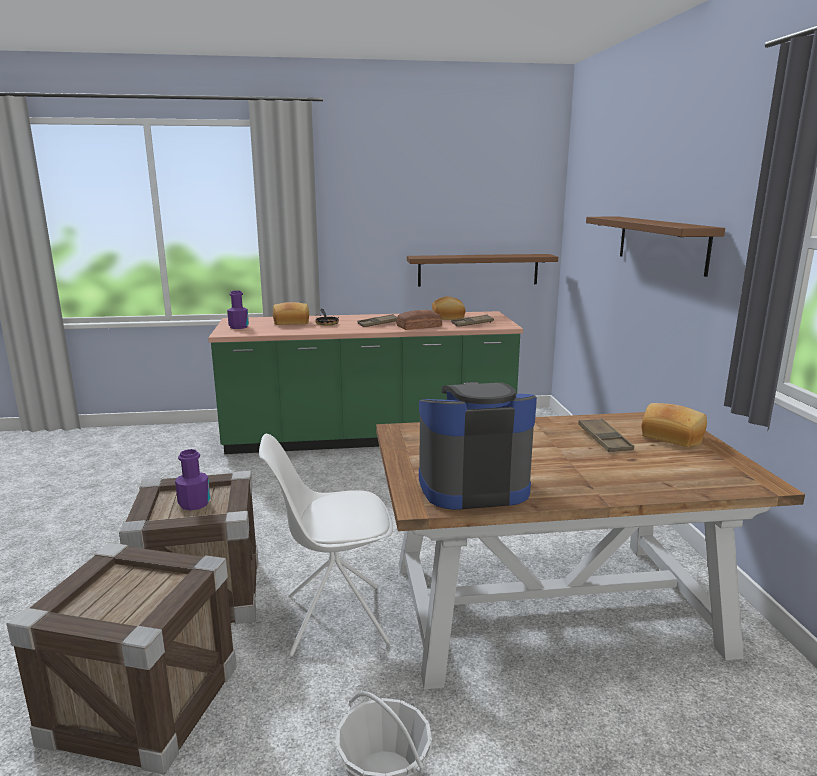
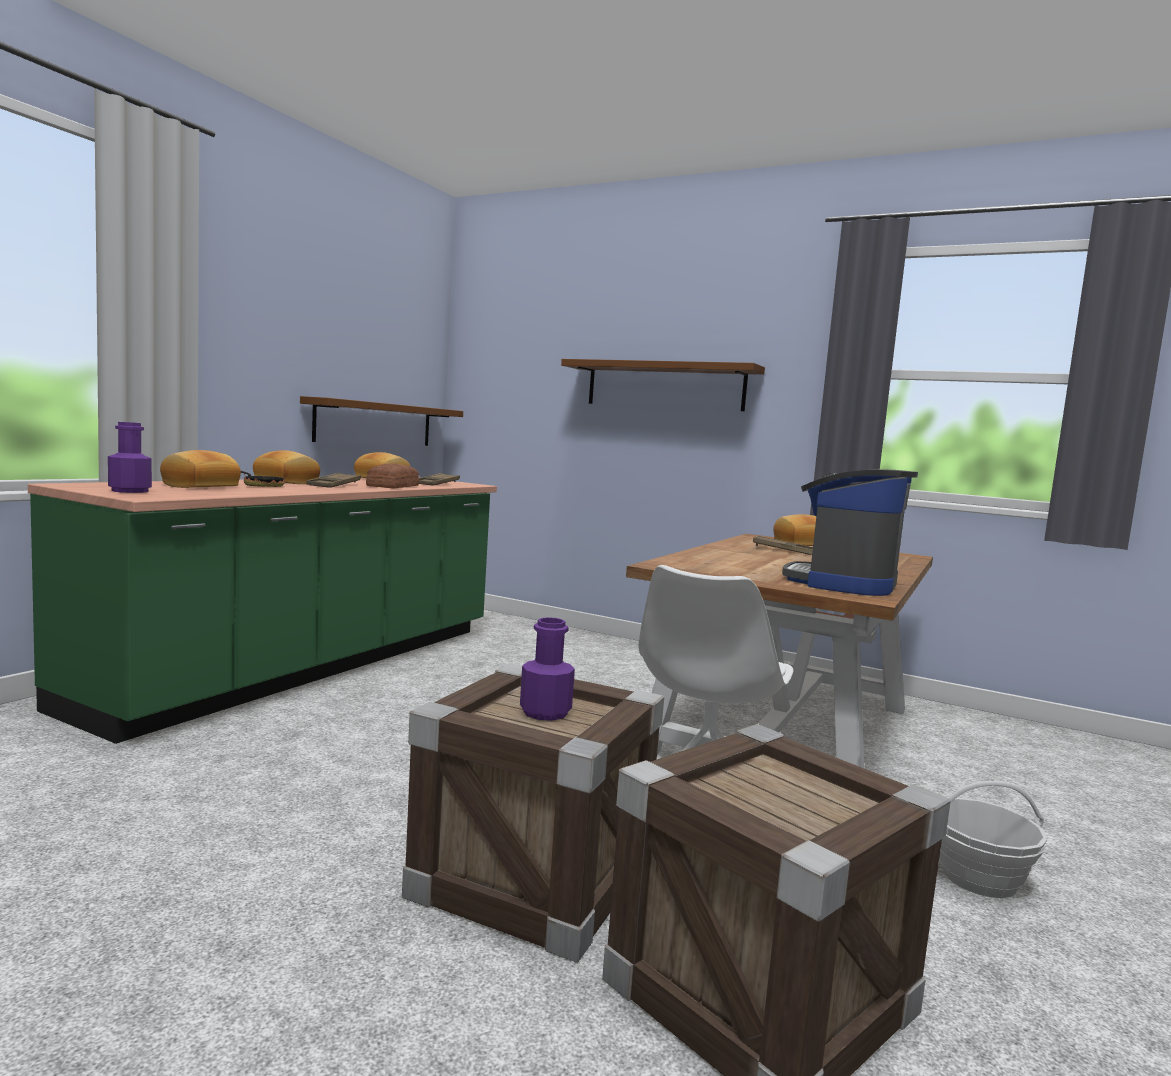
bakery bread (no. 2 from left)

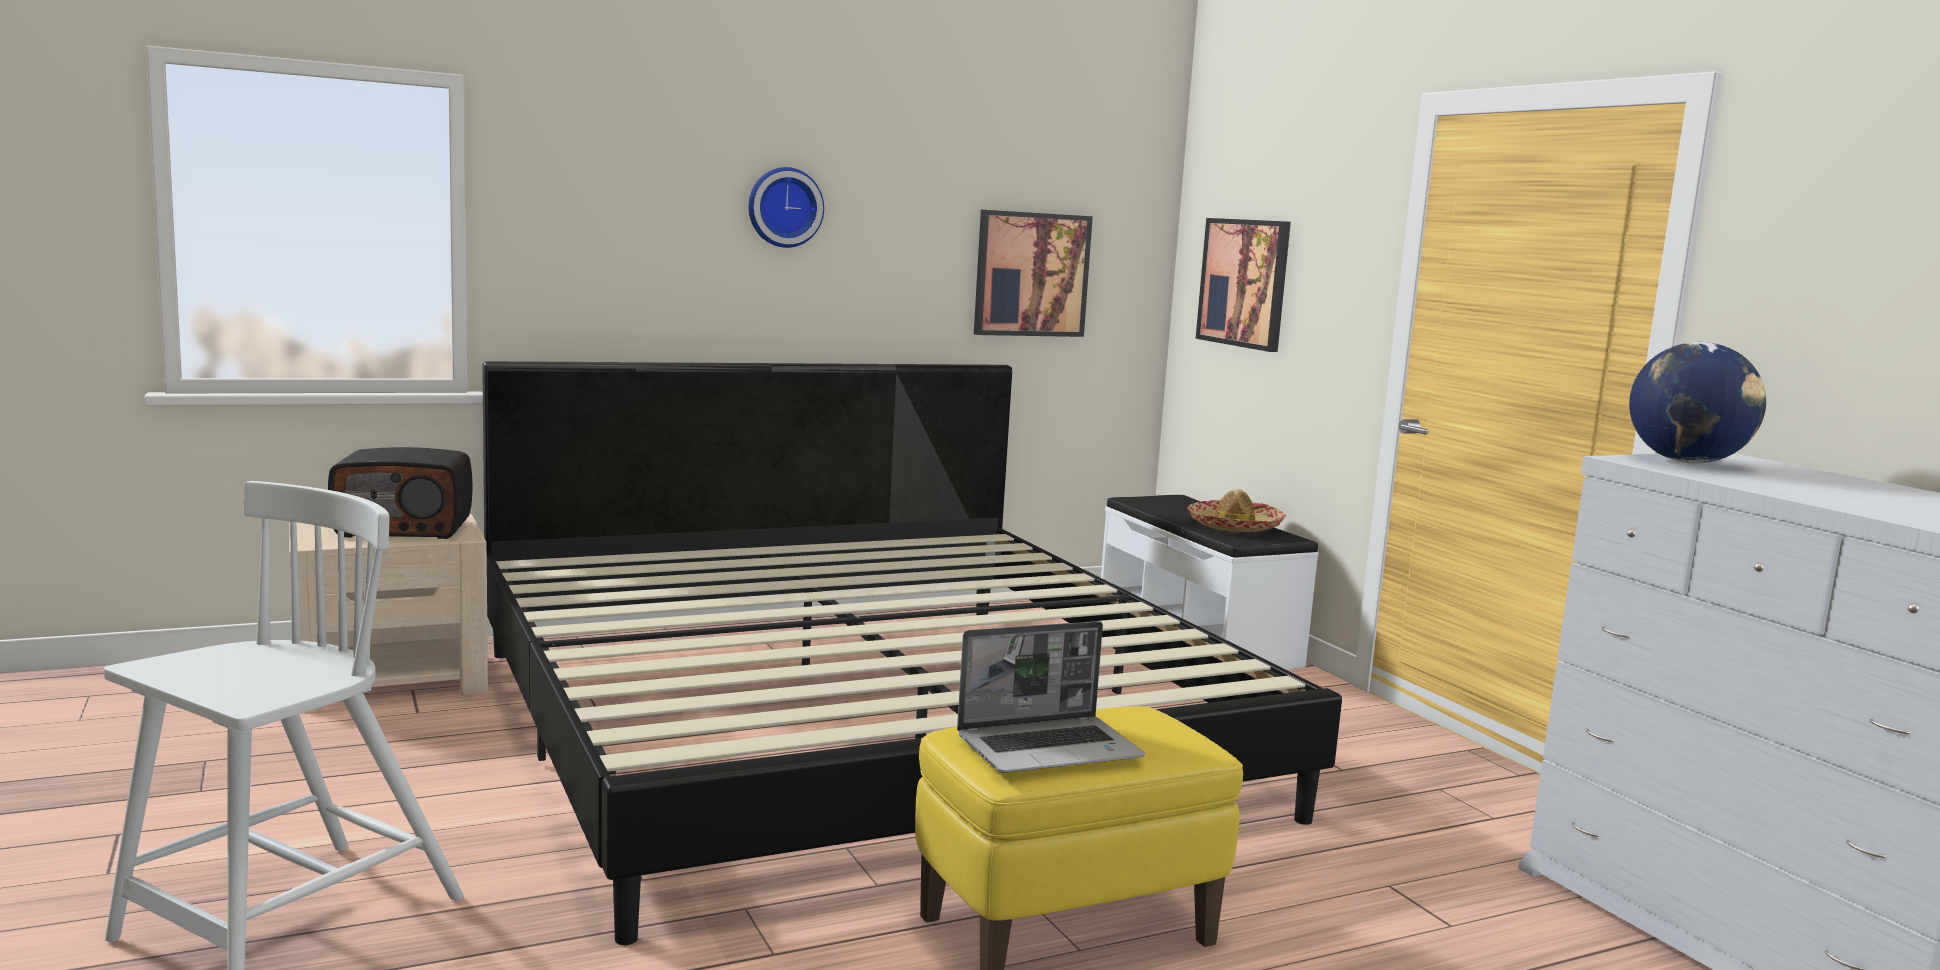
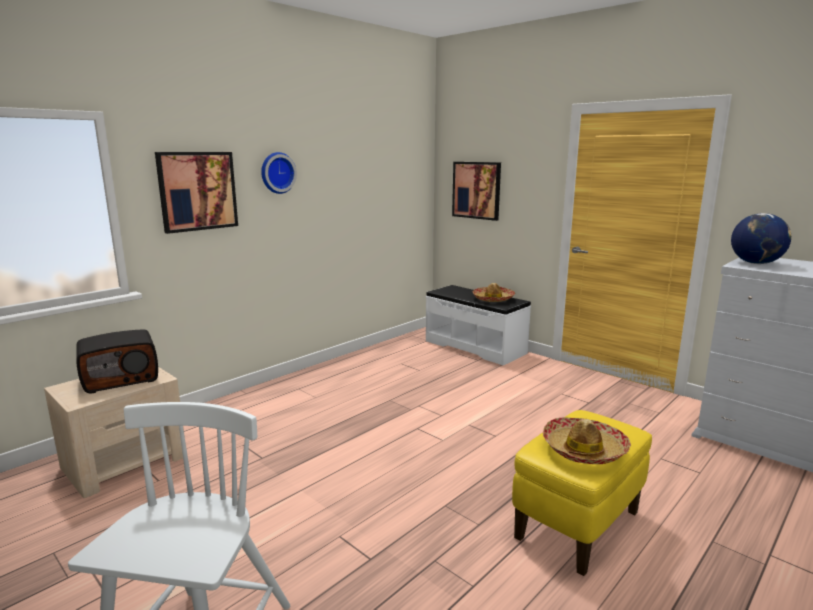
sleeping bed
clothing hat (no. 2 from left)
wall picture (no. 1 from left)

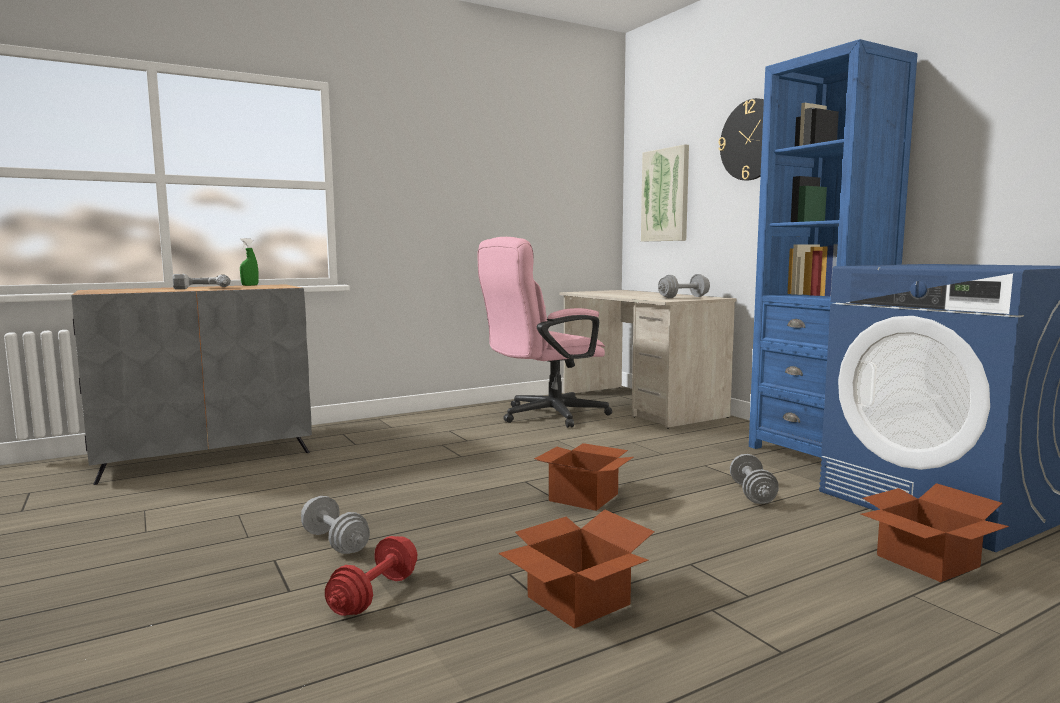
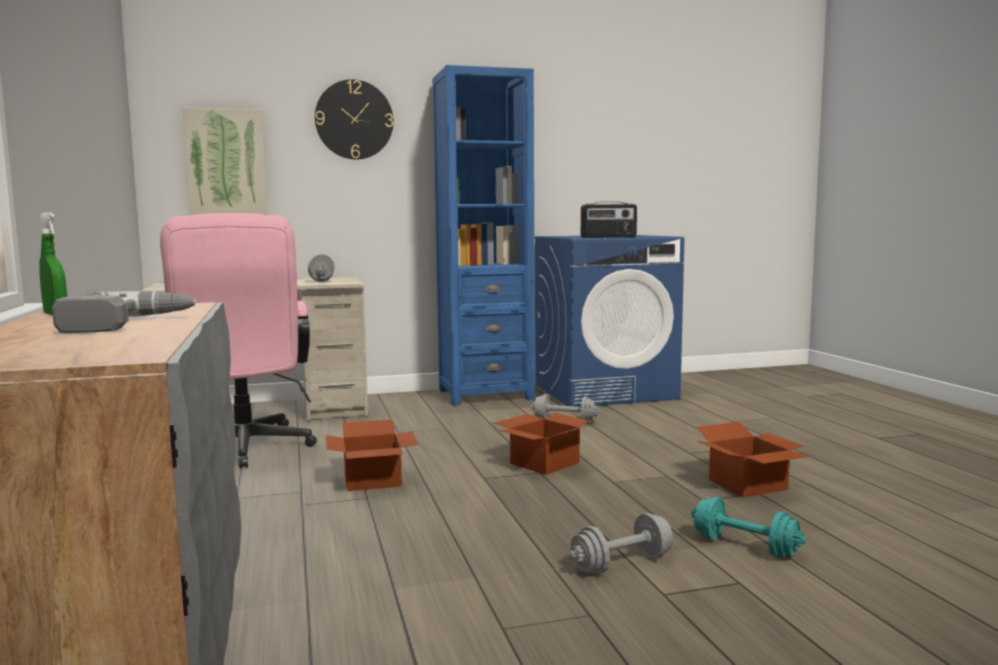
turquoise hand weight
cardboard box (no. 1 from left)
radio

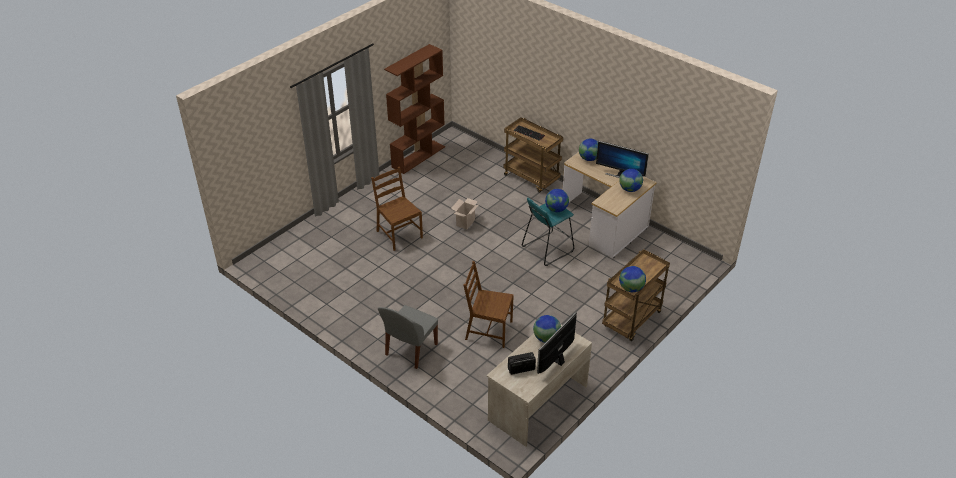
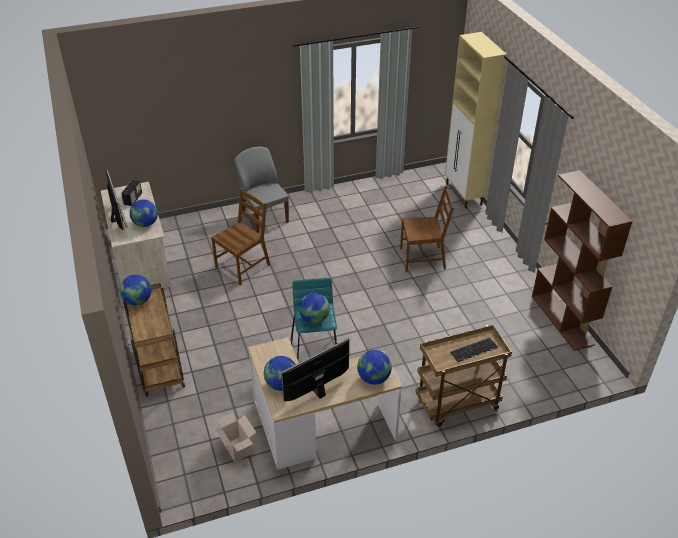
cardboard box
sand-coloured cabinet

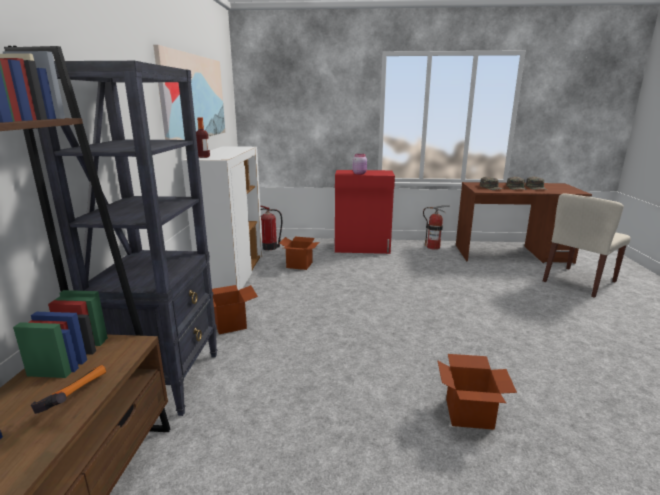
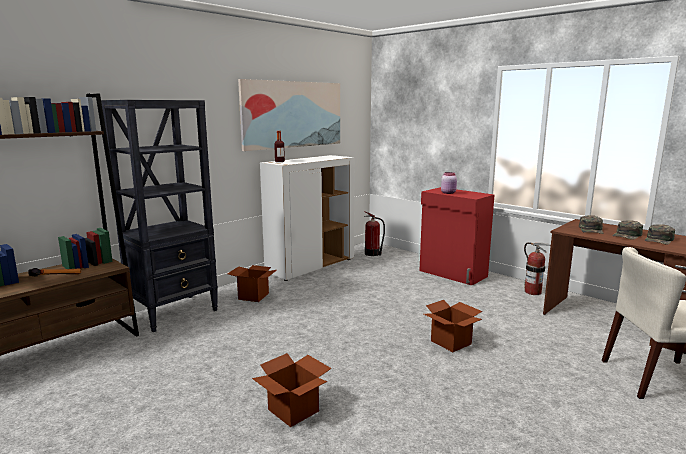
cardboard box (no. 3 from left)

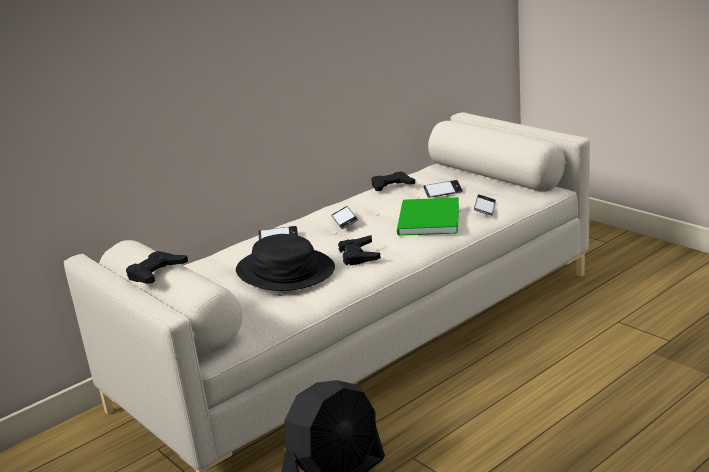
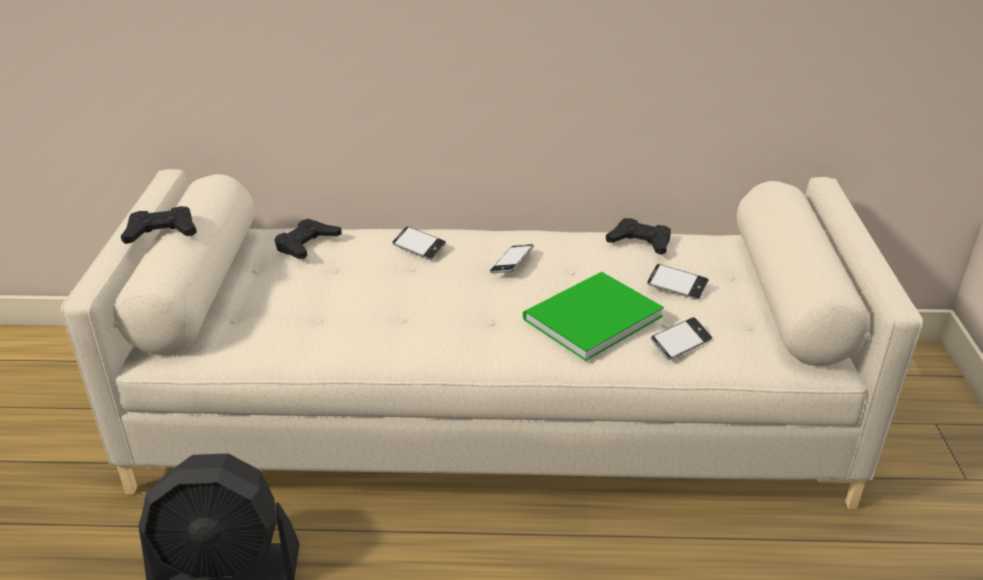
black-coloured clothing hat
black-coloured game controller (no. 2 from left)

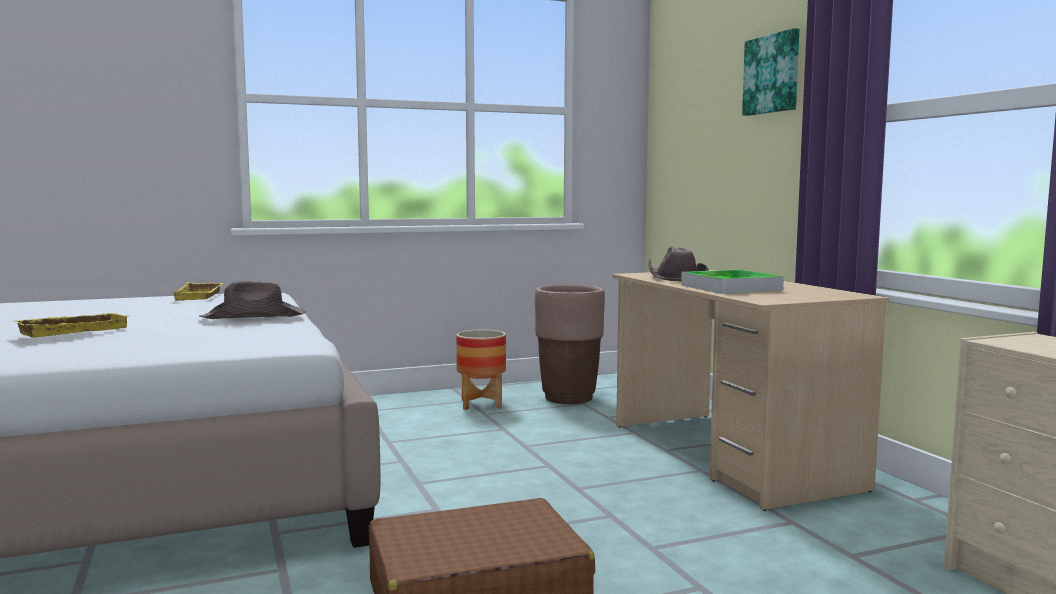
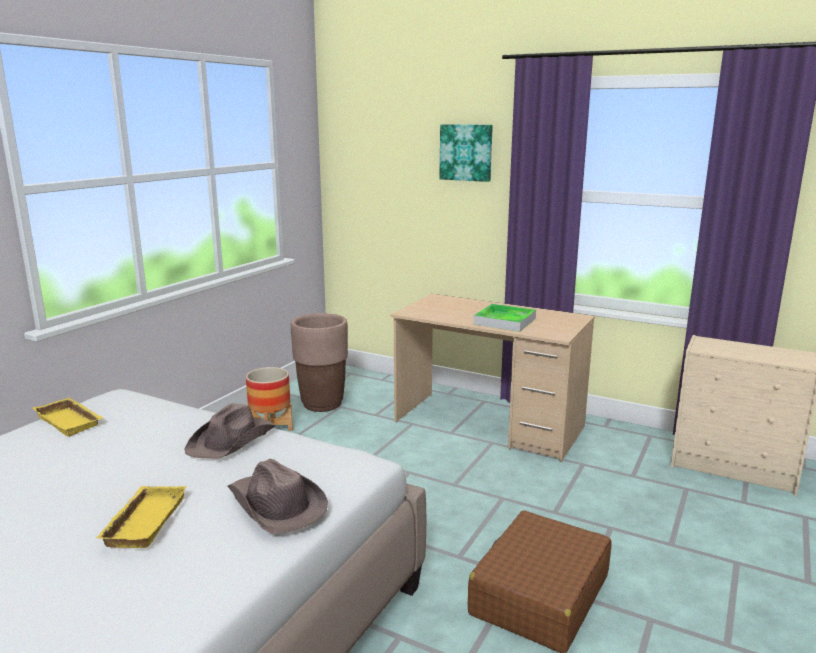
brownish clothing hat (no. 2 from left)

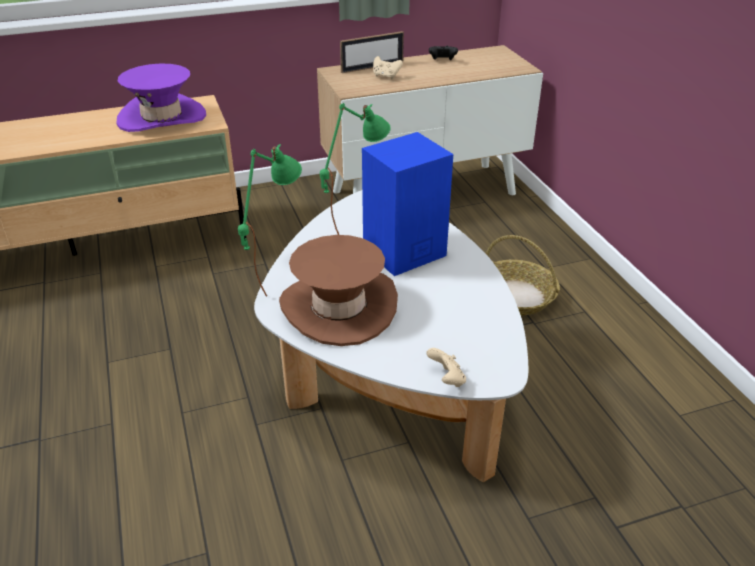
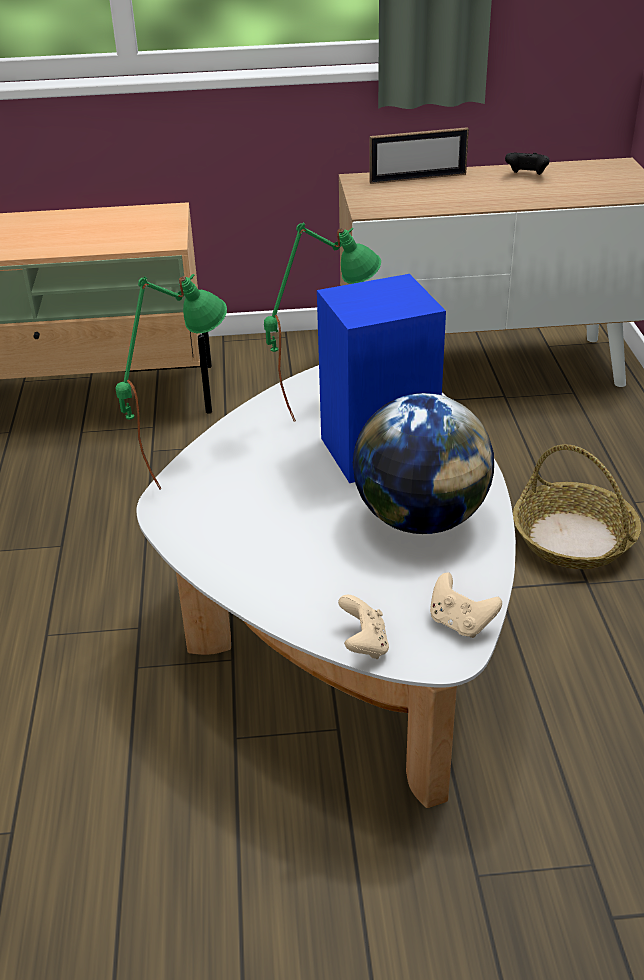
purple-coloured clothing hat
brownish clothing hat
sand-coloured game controller (no. 2 from left)
desk globe

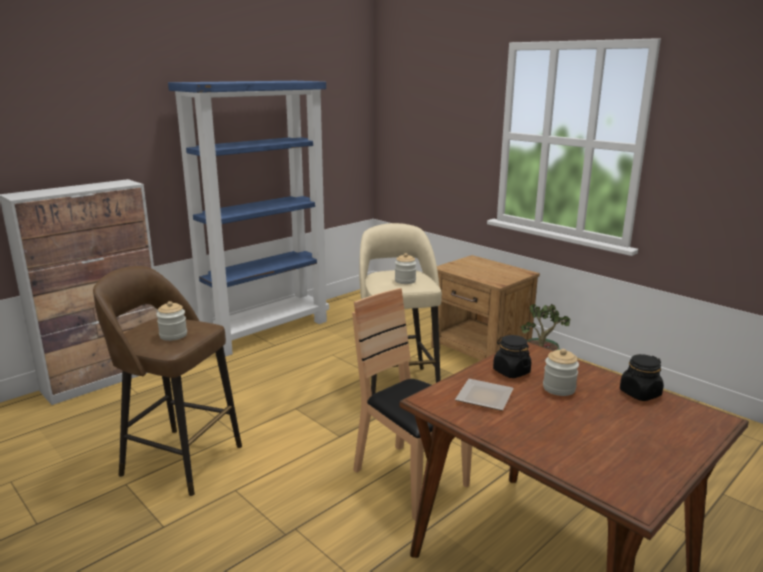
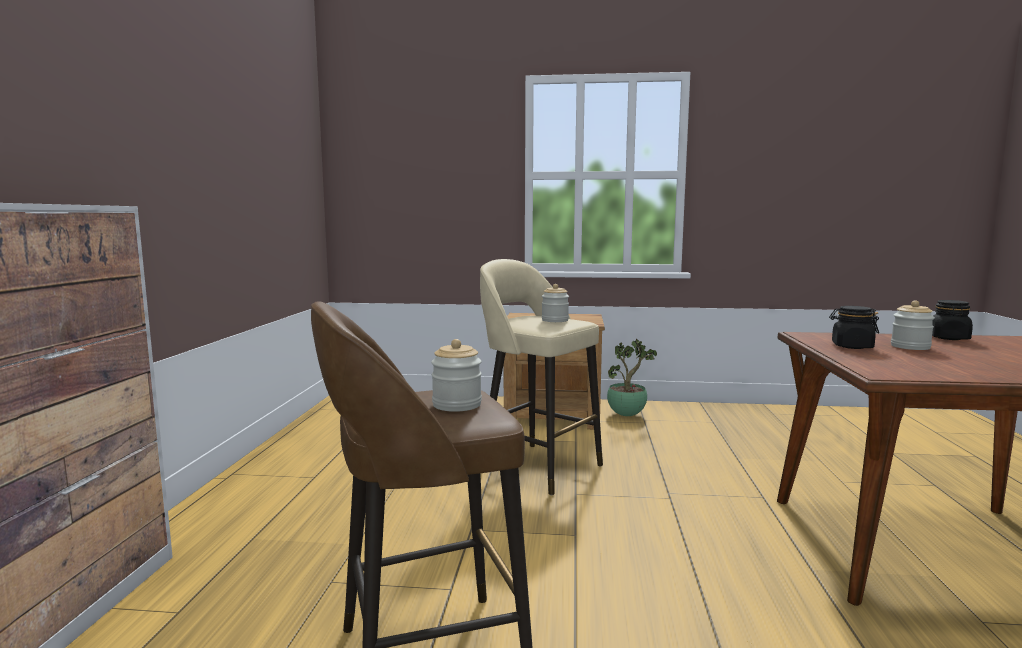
bluish shelving unit
brownish plain chair
dinner plate

